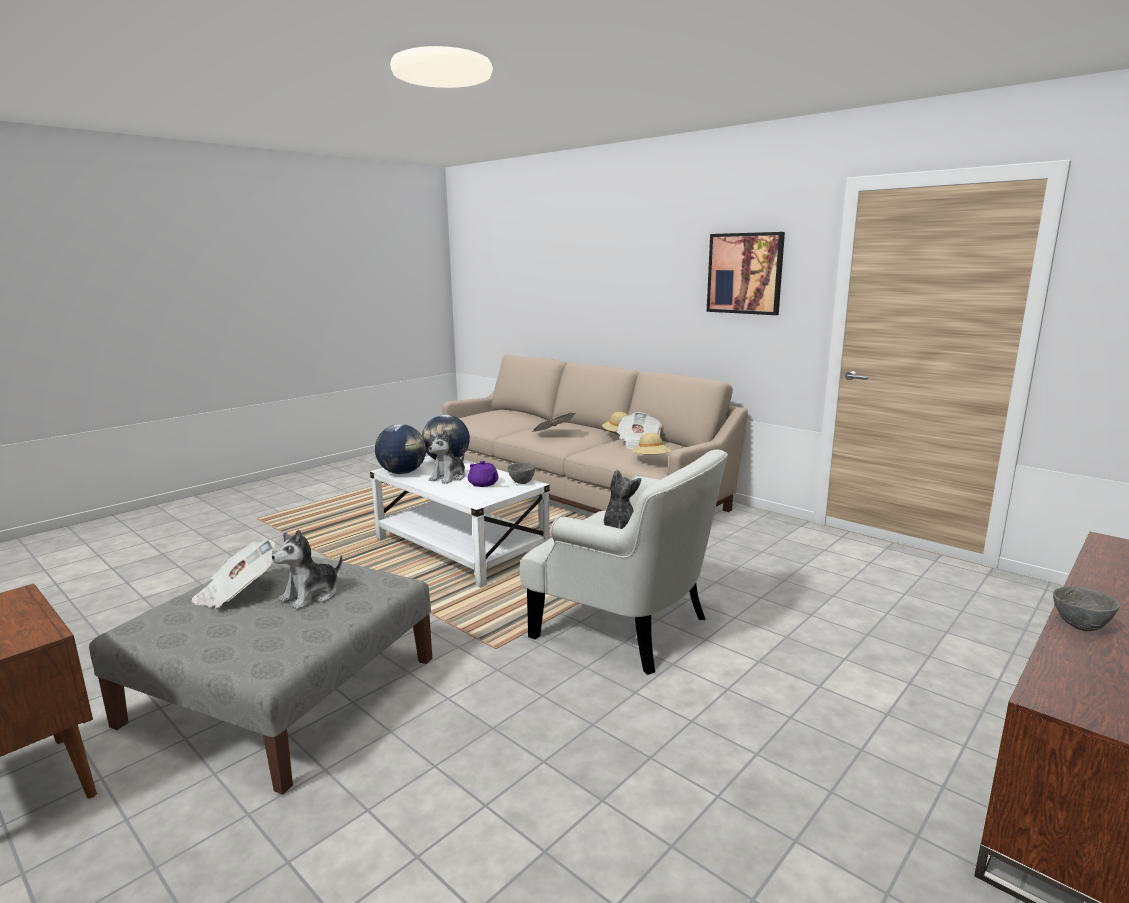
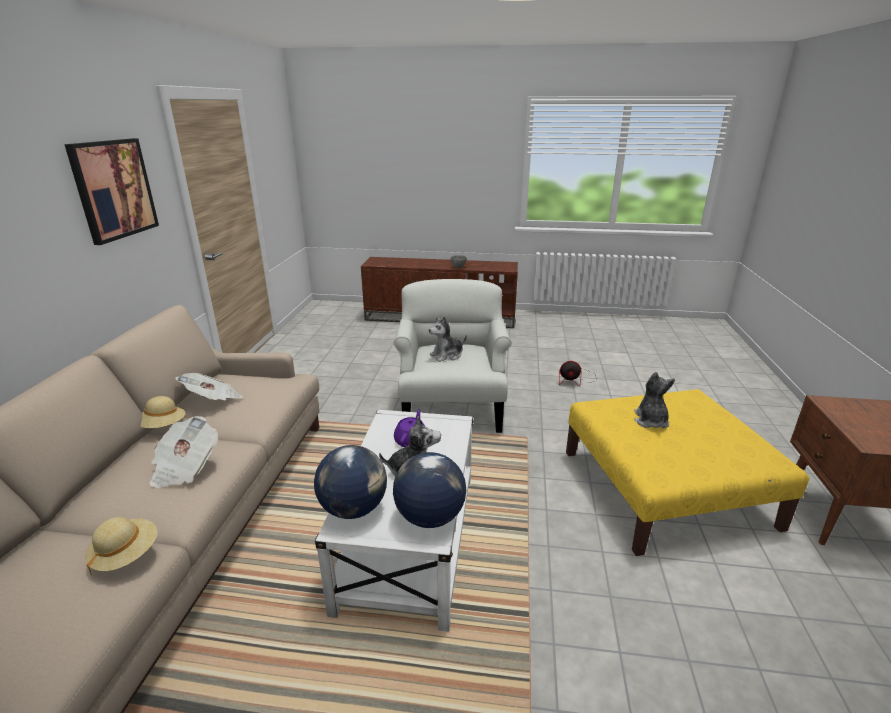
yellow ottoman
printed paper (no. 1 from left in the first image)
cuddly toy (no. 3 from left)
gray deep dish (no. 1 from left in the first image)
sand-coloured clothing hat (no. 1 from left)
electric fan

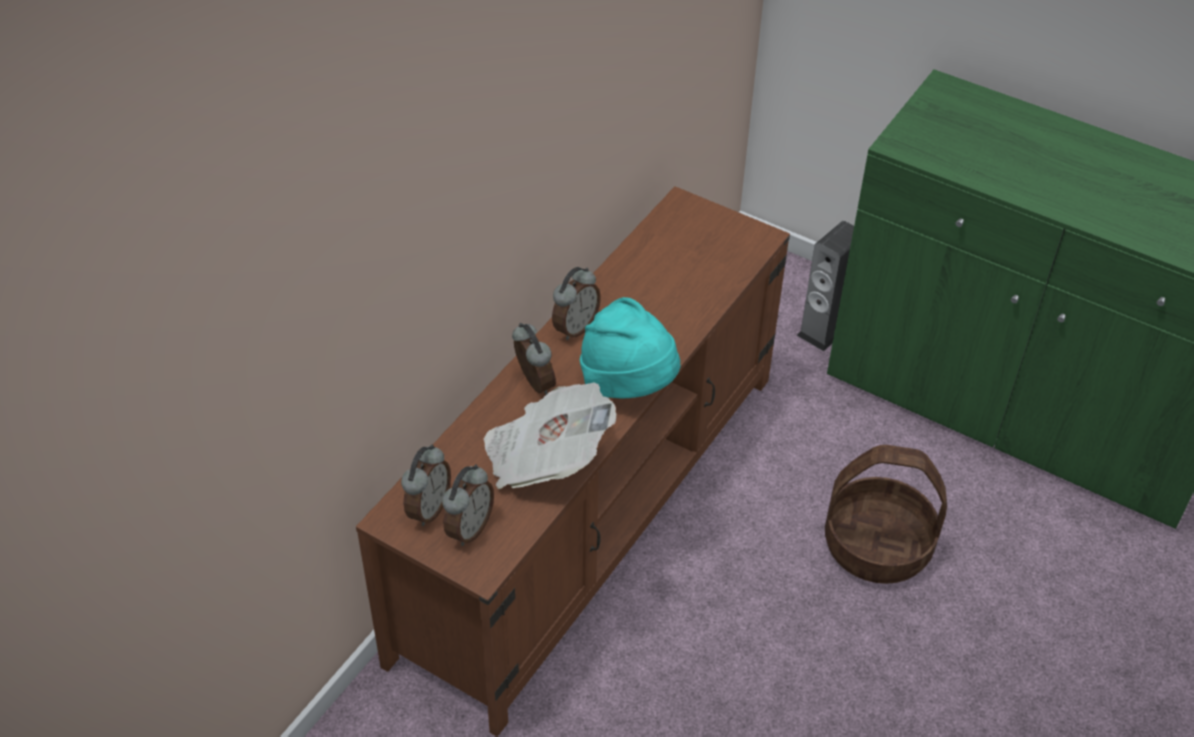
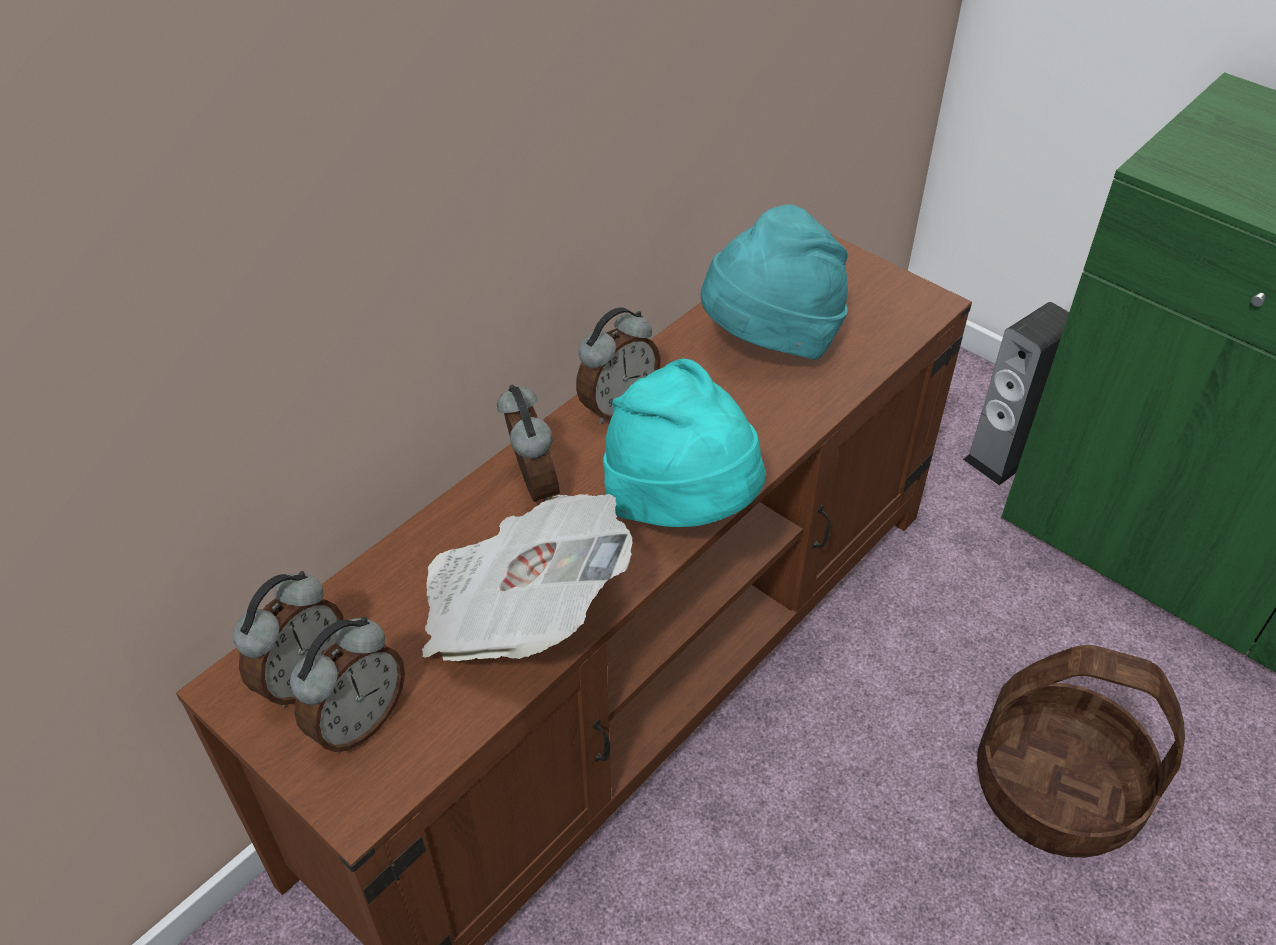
turquoise clothing hat (no. 2 from left)

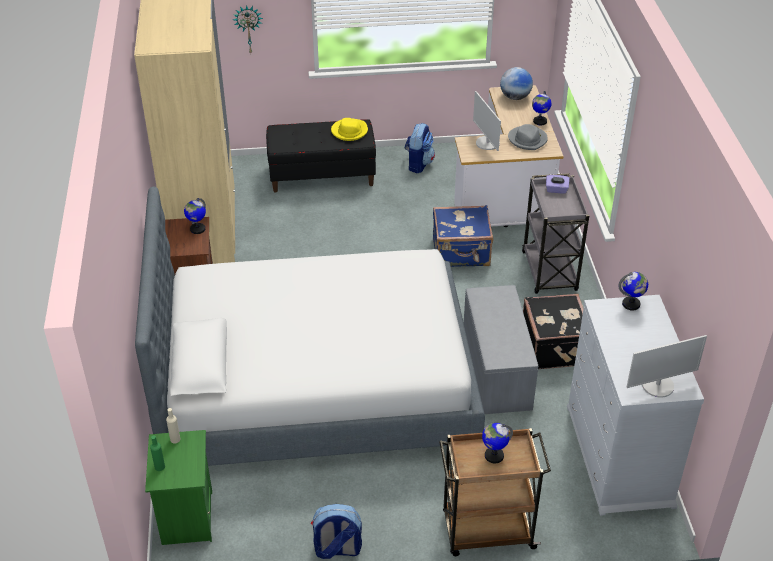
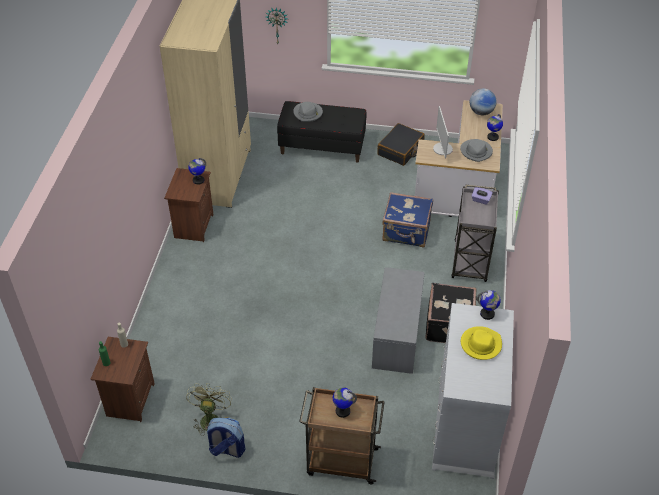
sleeping bed
brownish nightstand (no. 1 from left)
yellow clothing hat
black-coloured suitcase (no. 1 from left)
monitor (no. 2 from left in the first image)
green electric fan
gray clothing hat (no. 1 from left)

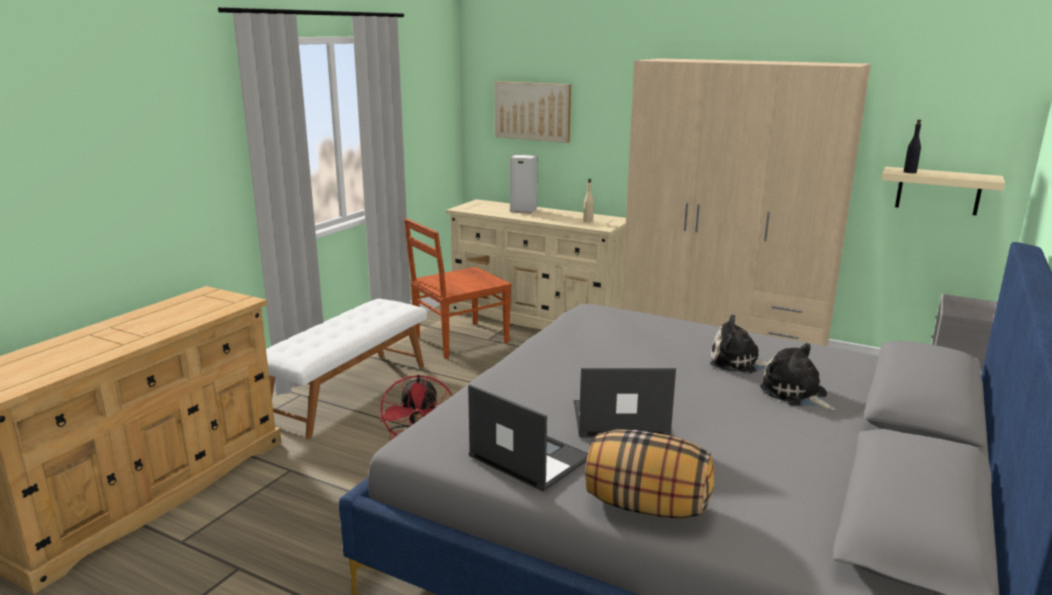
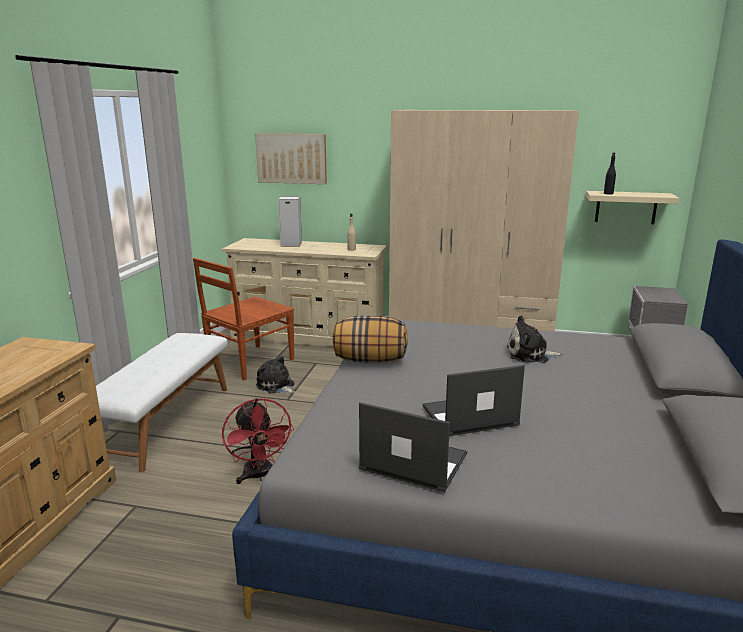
cushion
cuddly toy (no. 1 from left)

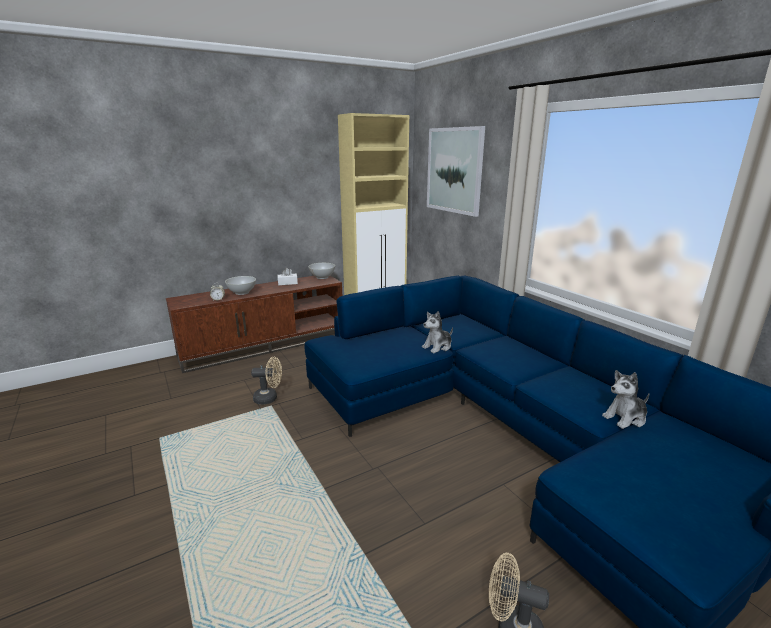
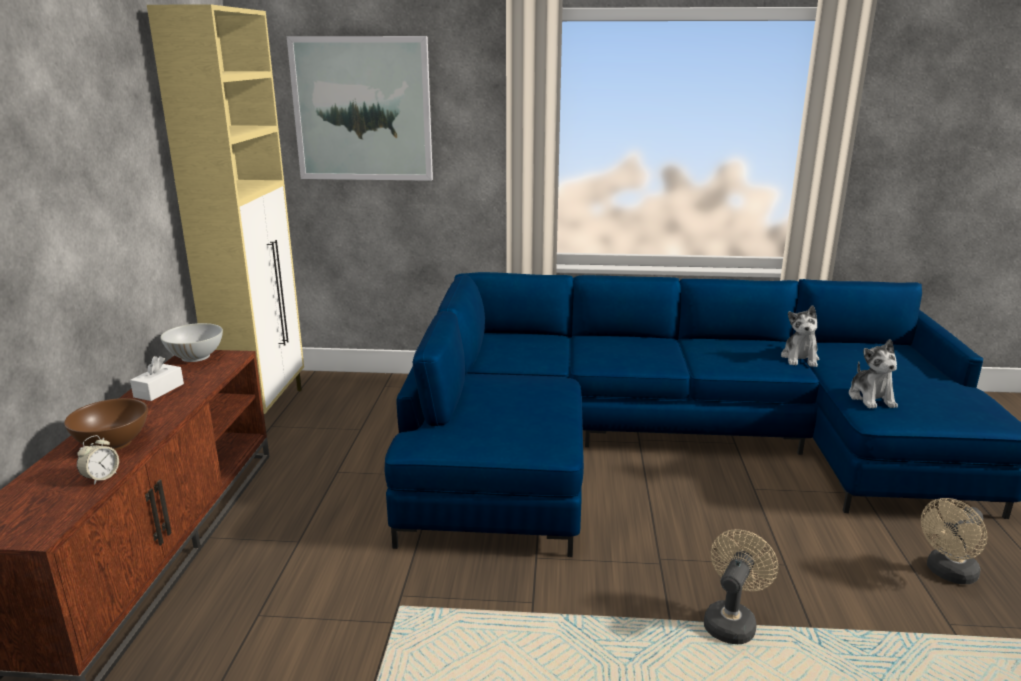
brownish deep dish
sand-coloured electric fan (no. 1 from left)
cuddly toy (no. 2 from left)

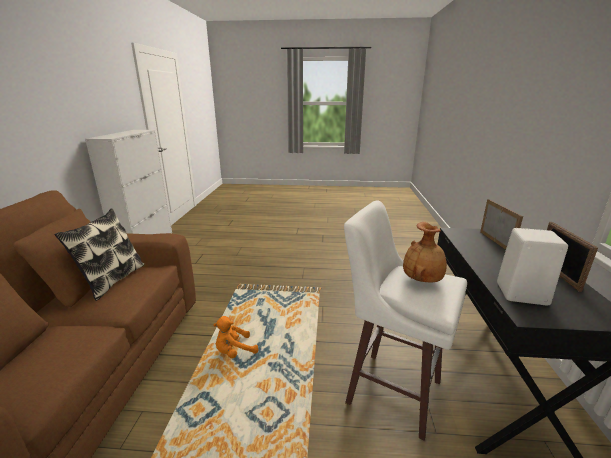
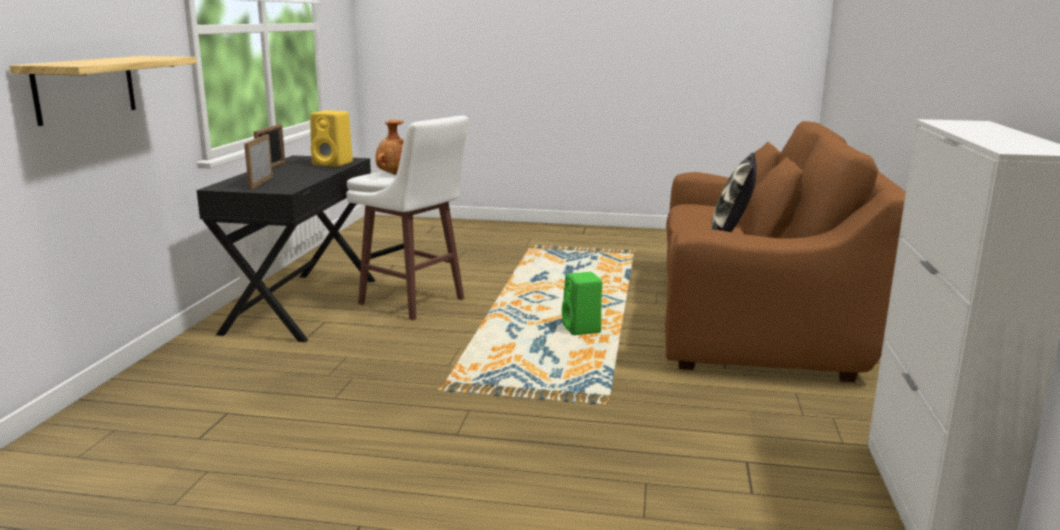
green speaker
yellow speaker
wall shelf

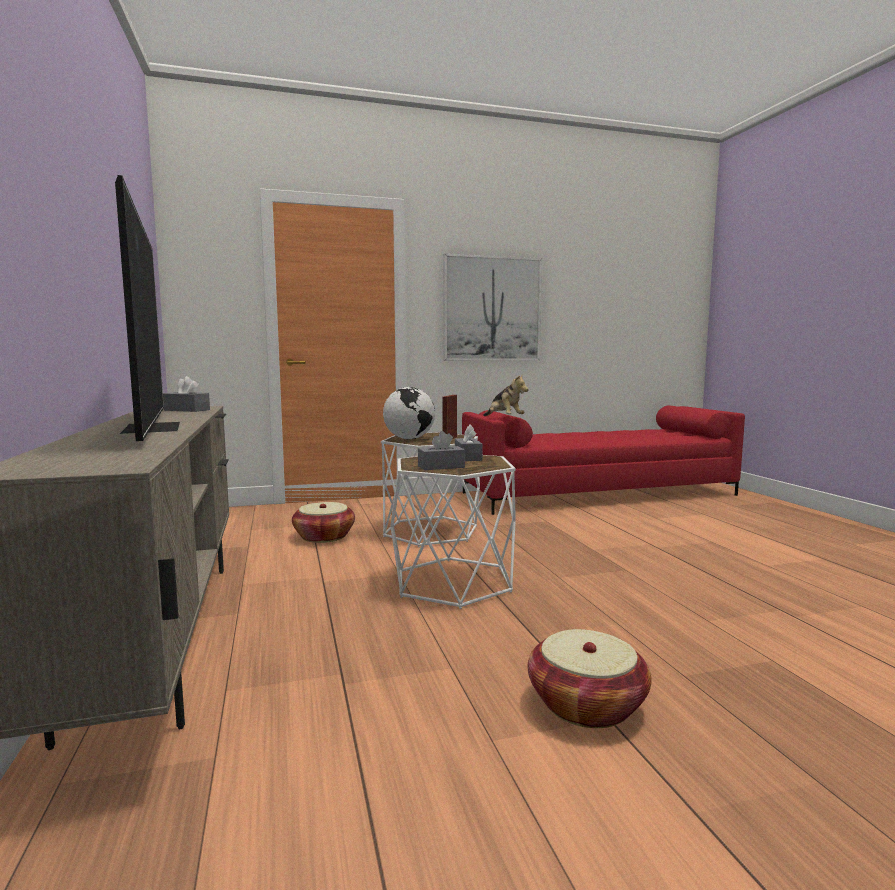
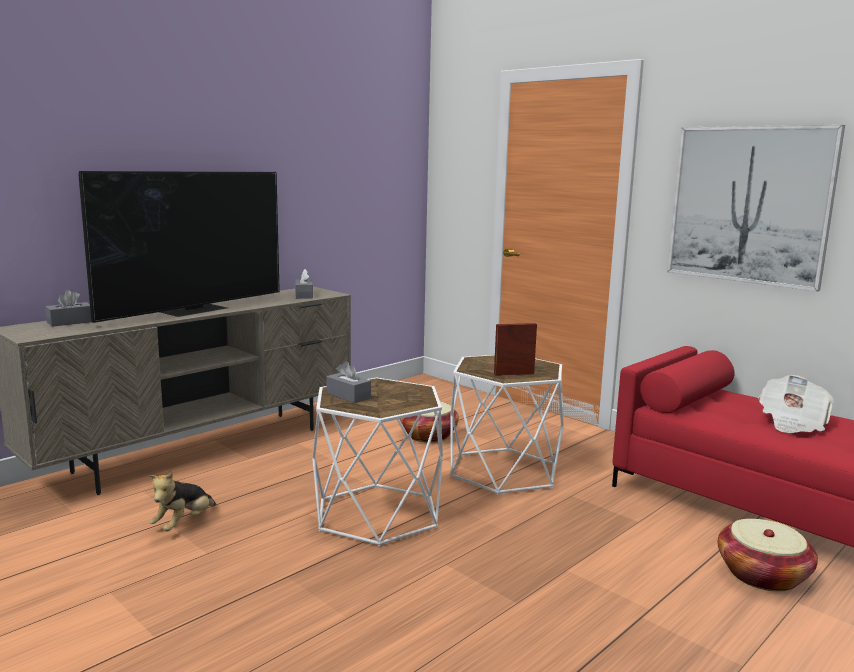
desk globe
gray tissue box (no. 1 from left)
cuddly toy
household basket (no. 2 from left)
printed paper

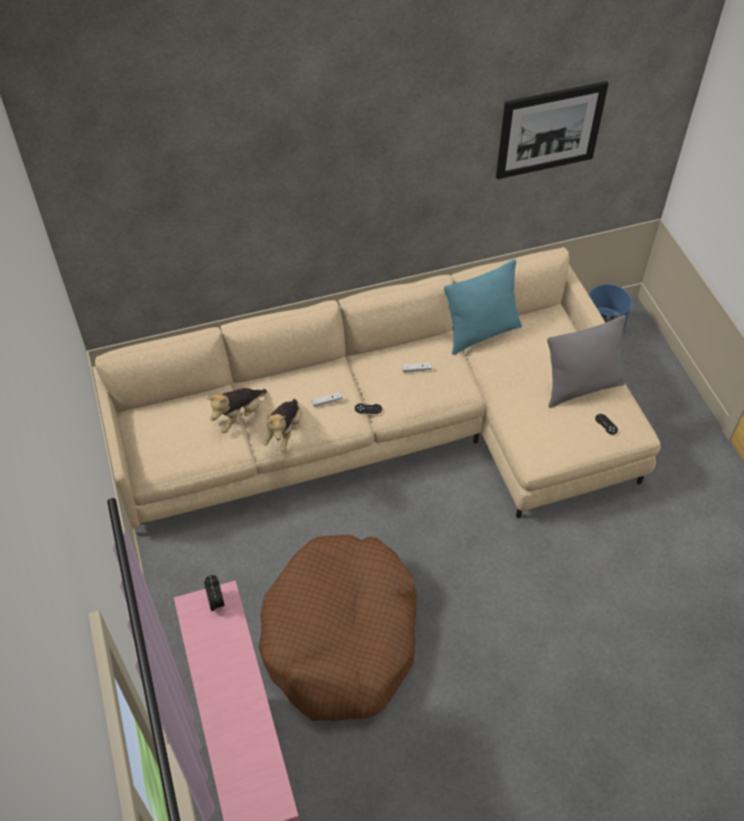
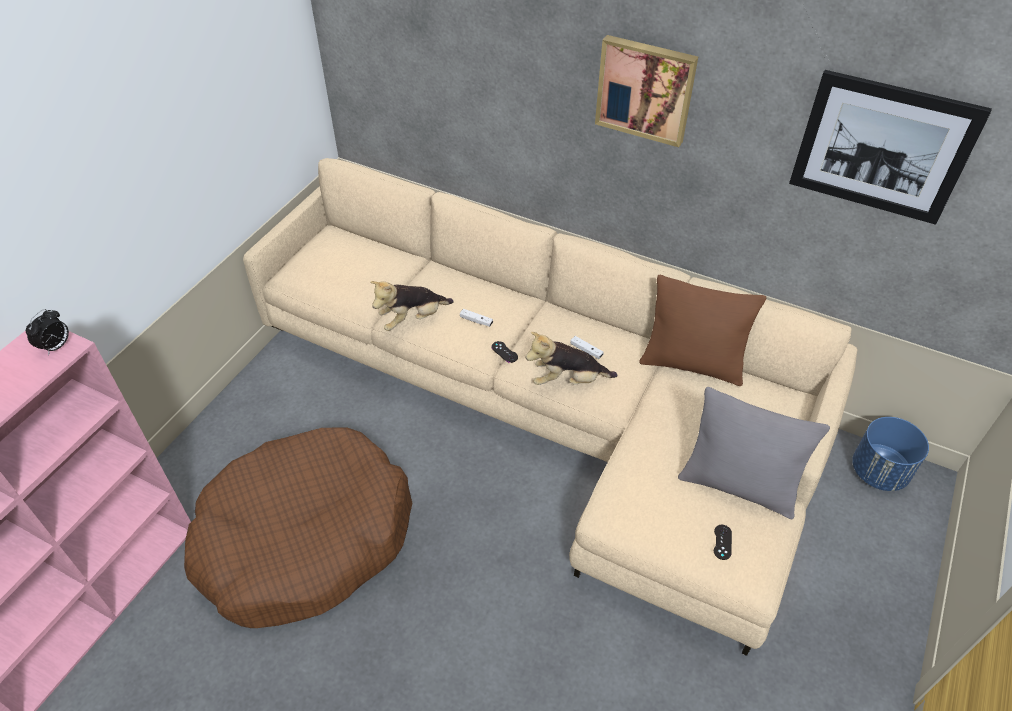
cuddly toy (no. 2 from left)
brownish cushion
wall picture (no. 1 from left)

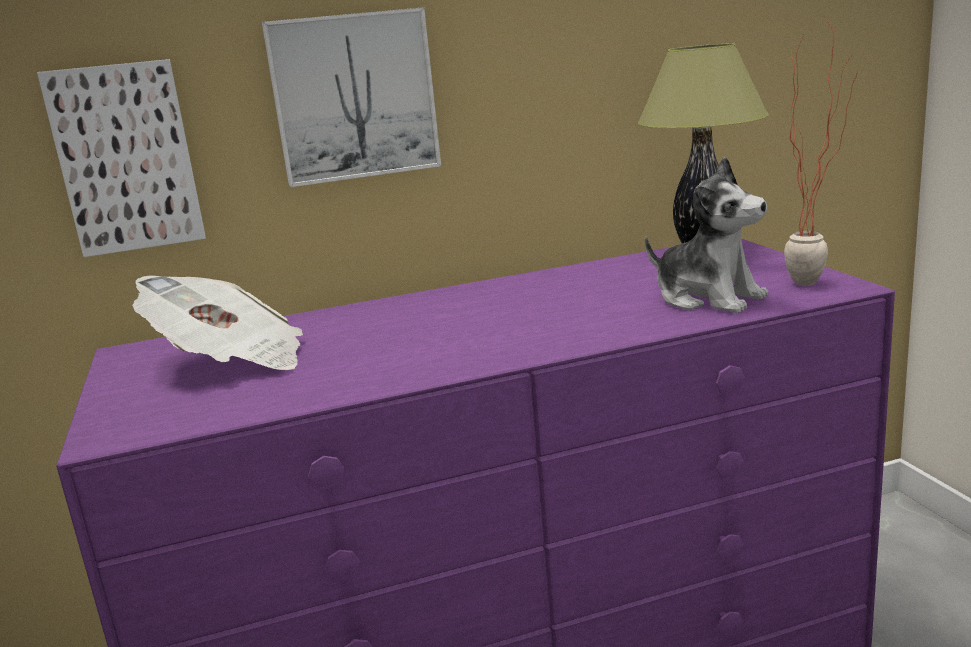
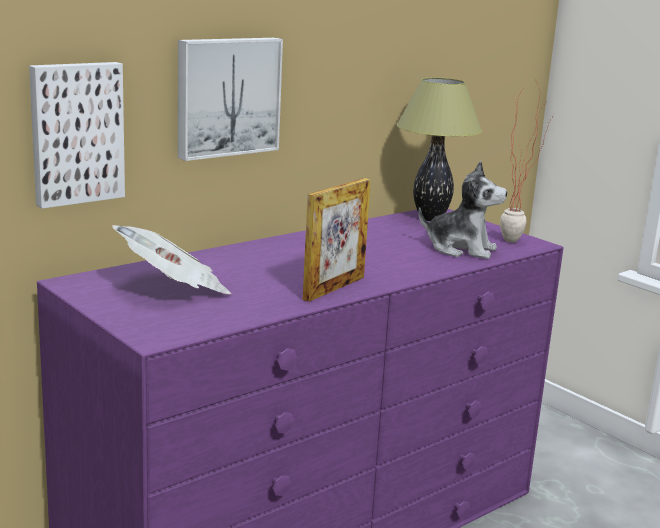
picture frame

